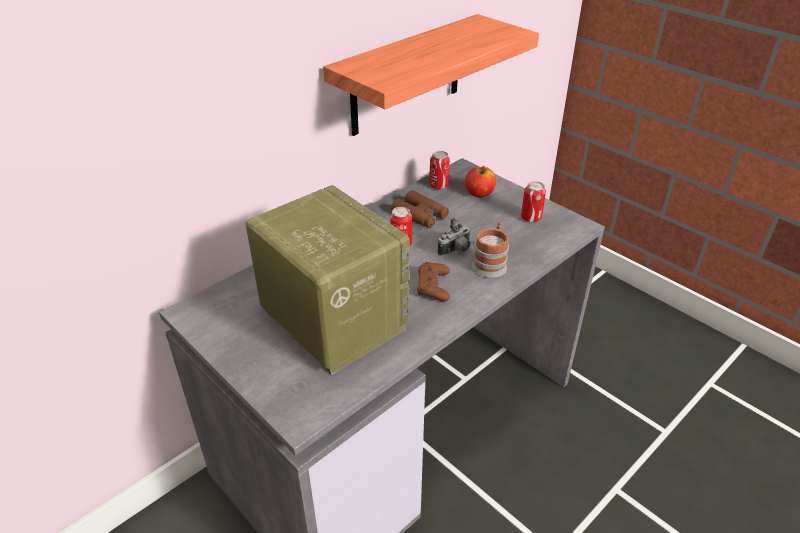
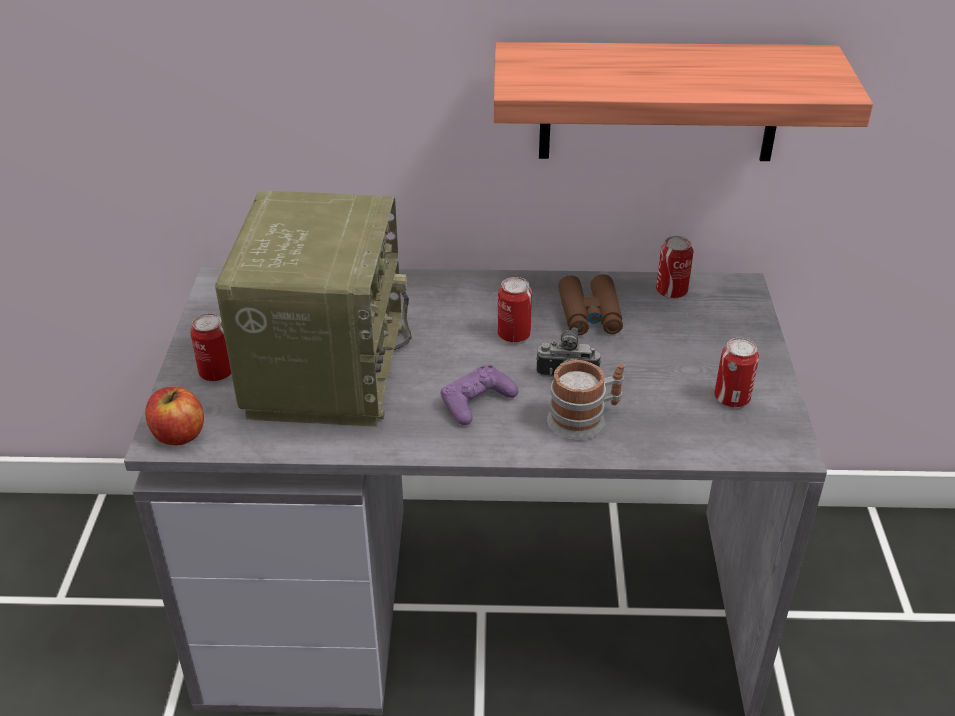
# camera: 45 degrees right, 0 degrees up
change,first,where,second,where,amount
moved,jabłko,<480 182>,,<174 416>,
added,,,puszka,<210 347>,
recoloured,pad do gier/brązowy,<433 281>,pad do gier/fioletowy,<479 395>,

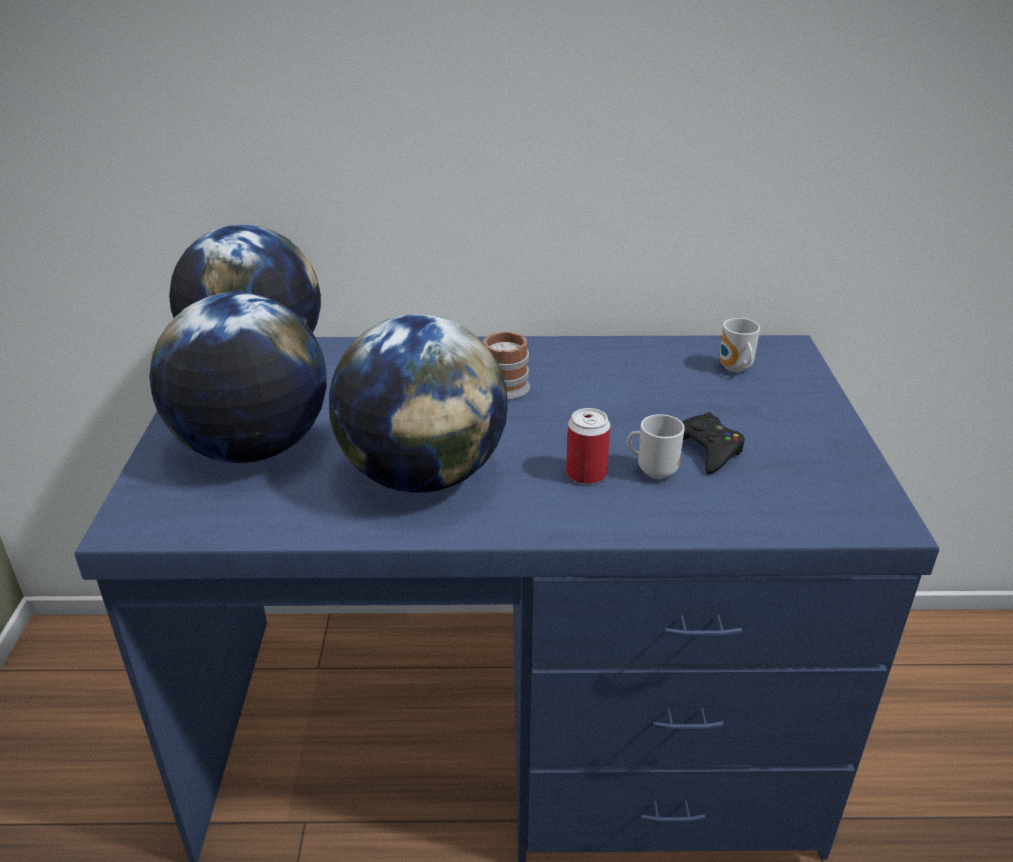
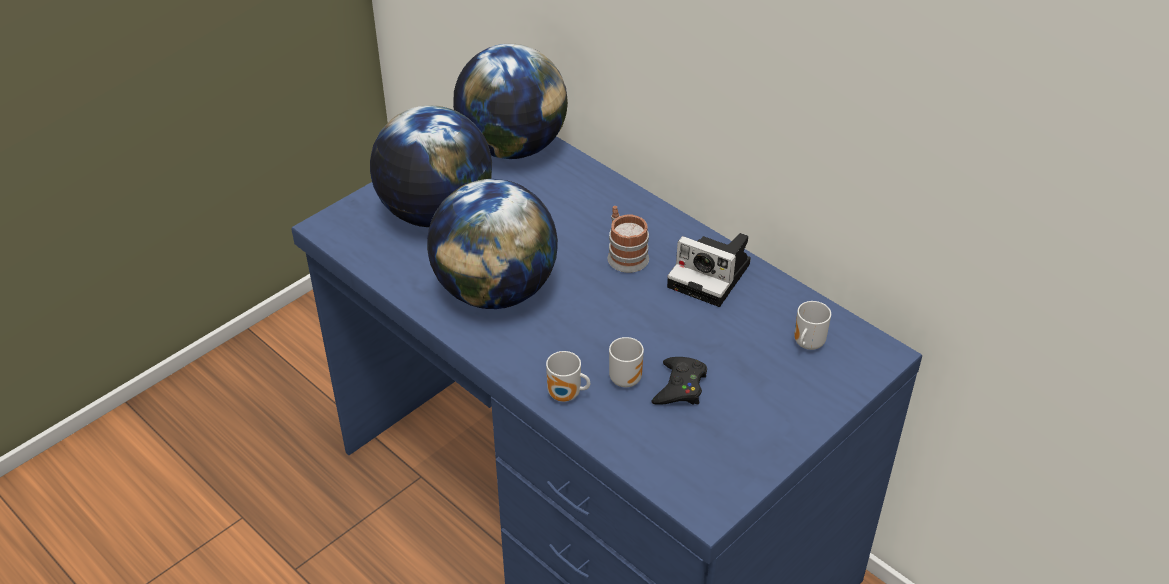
# camera: 45 degrees right, 10 degrees up
change,first,where,second,where,amount
added,,,kubek,<568 376>,
added,,,aparat fotograficzny,<709 270>,
removed,puszka,<588 446>,,,

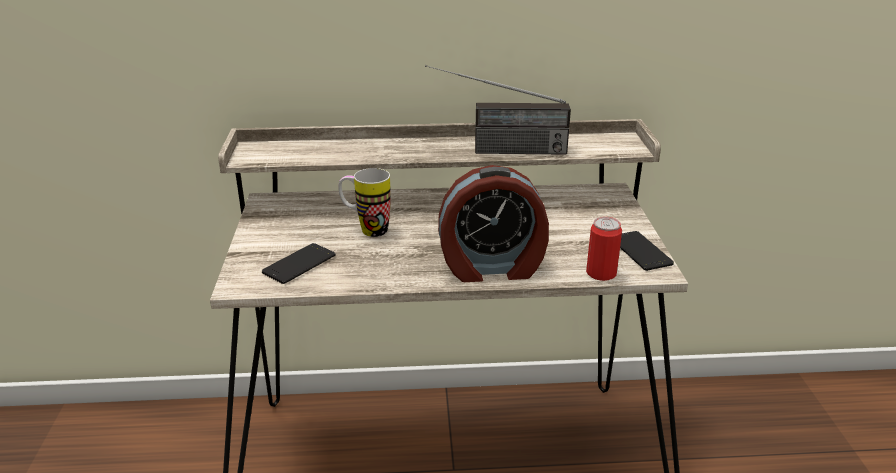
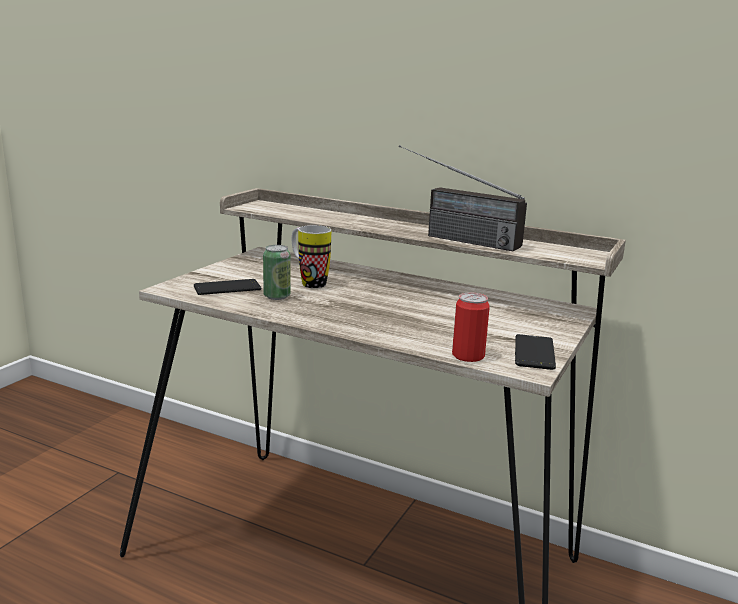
# camera: 30 degrees right, 10 degrees down
change,first,where,second,where,amount
added,,,puszka,<277 272>,
removed,budzik,<493 223>,,,

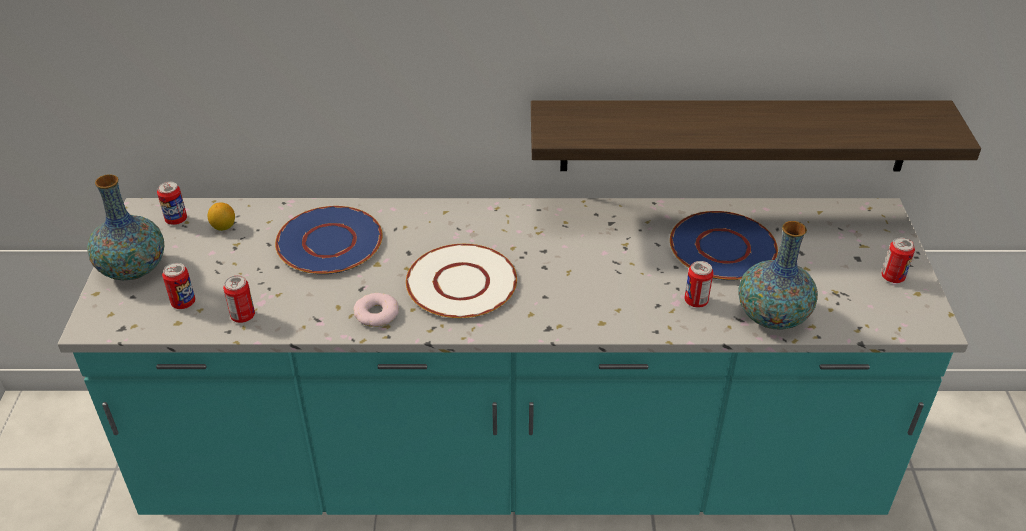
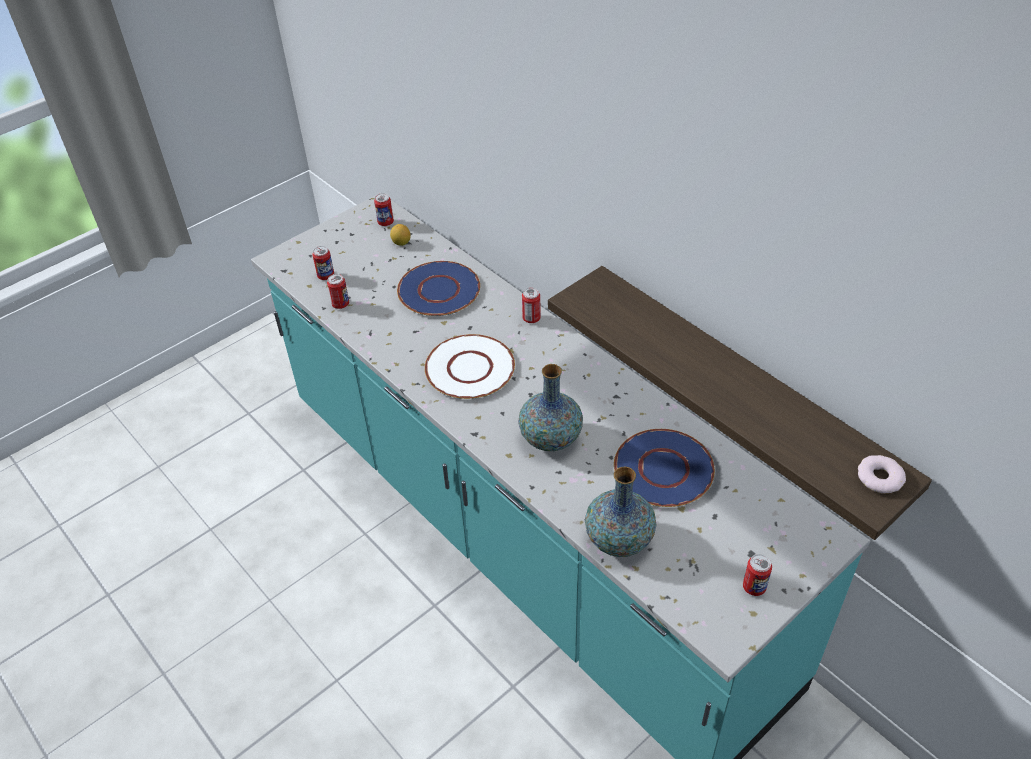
# camera: 50 degrees right, 5 degrees up
change,first,where,second,where,amount
moved,wazon,<125 227>,,<550 407>,
moved,puszka,<698 284>,,<531 305>,
moved,donut,<376 310>,,<882 474>,

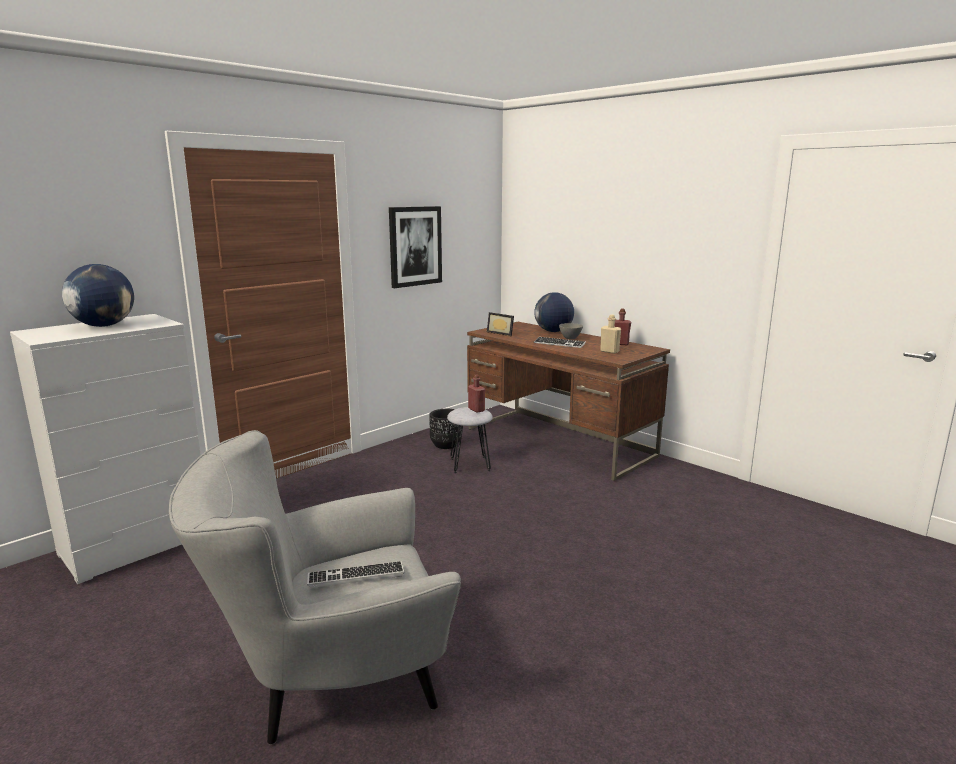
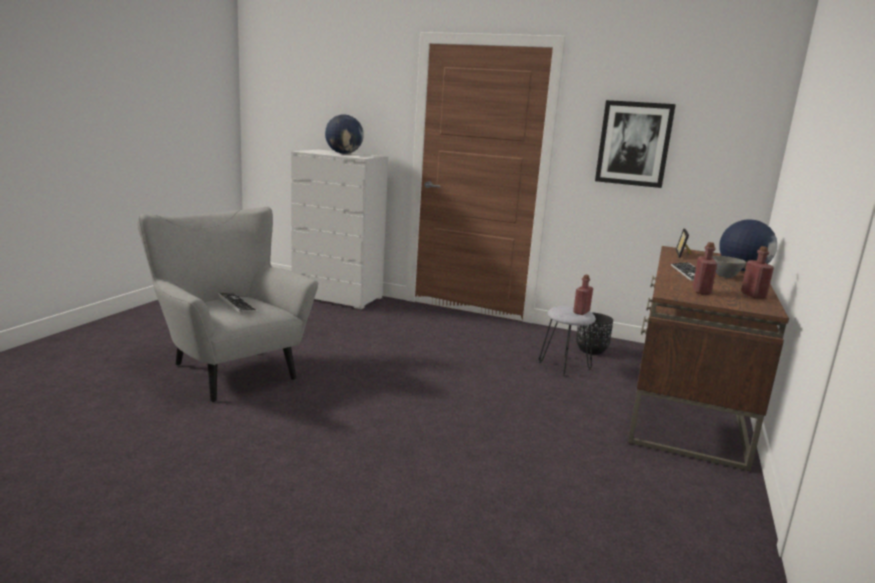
# camera: 65 degrees right, 0 degrees up
change,first,where,second,where,amount
recoloured,butelka/beżowy,<610 334>,butelka/czerwony,<705 268>,

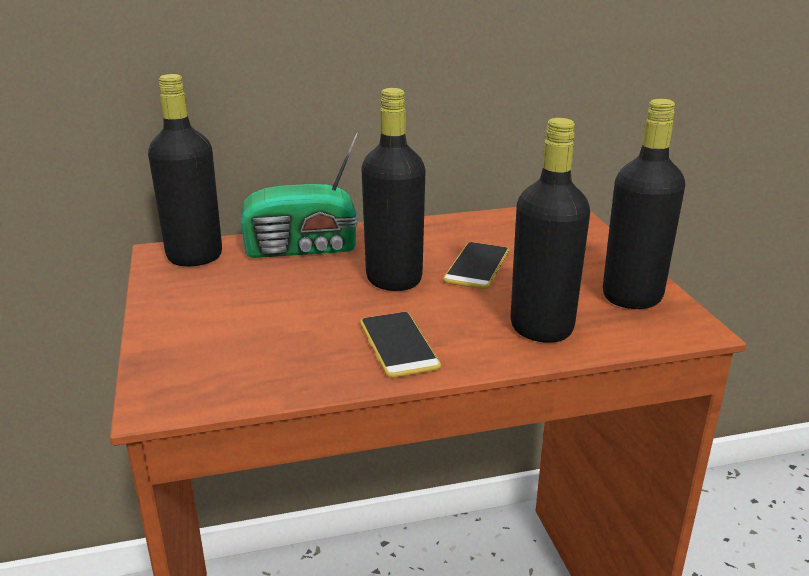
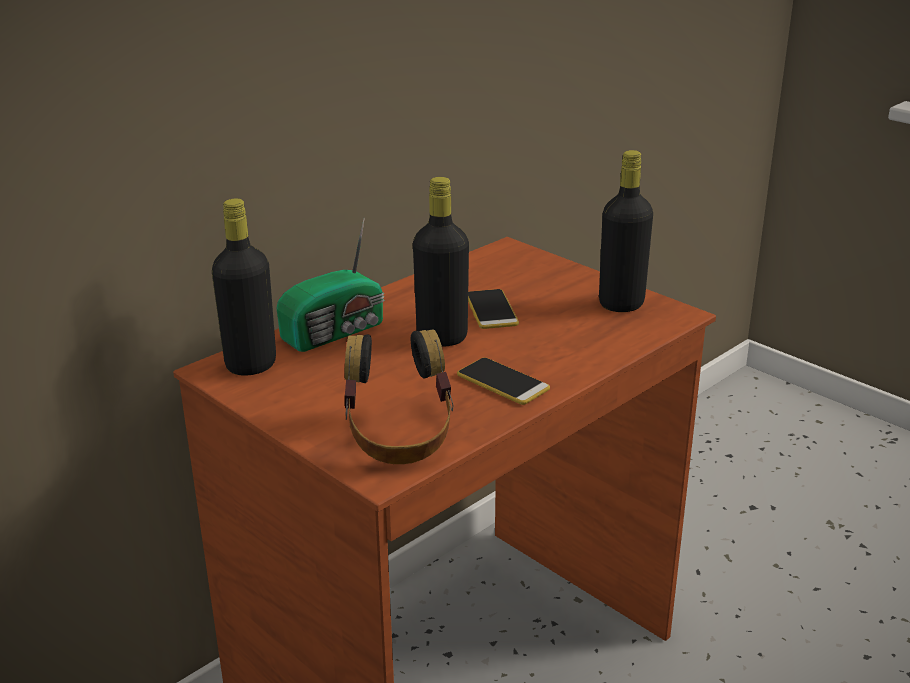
# camera: 30 degrees left, 0 degrees up
change,first,where,second,where,amount
added,,,słuchawki,<399 396>,
removed,butelka/czarny,<550 230>,,,

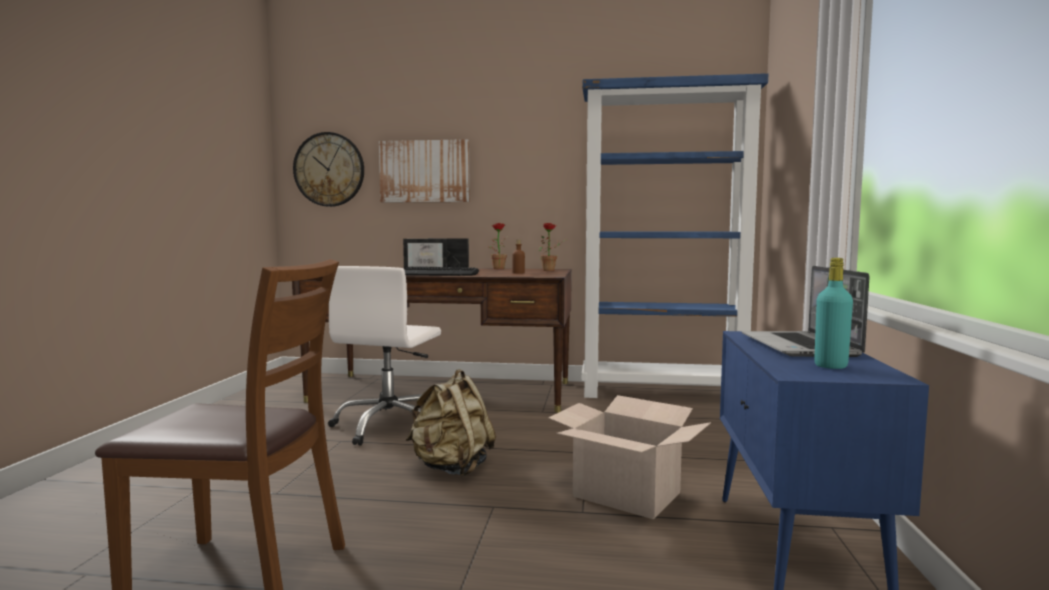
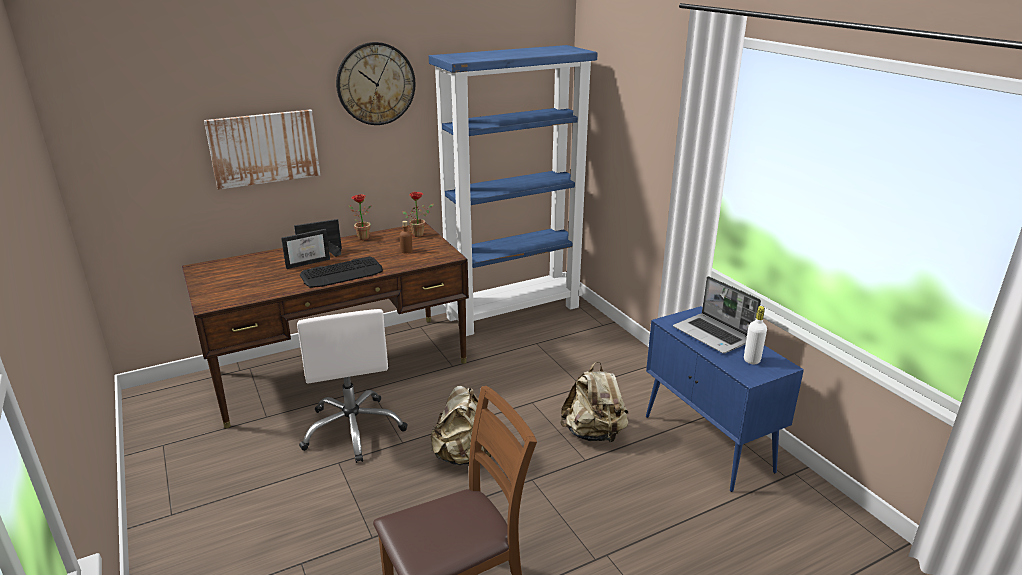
# camera: 35 degrees left, 20 degrees up
change,first,where,second,where,amount
moved,zegar ścienny,<328 169>,,<375 83>,
replaced,karton,<629 457>,plecak/beżowy,<594 402>,
recoloured,butelka/turkusowy,<833 313>,butelka/biały,<755 335>,

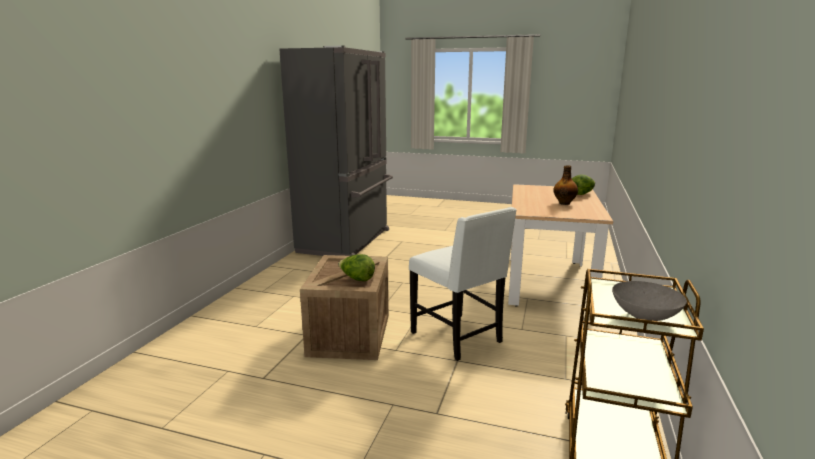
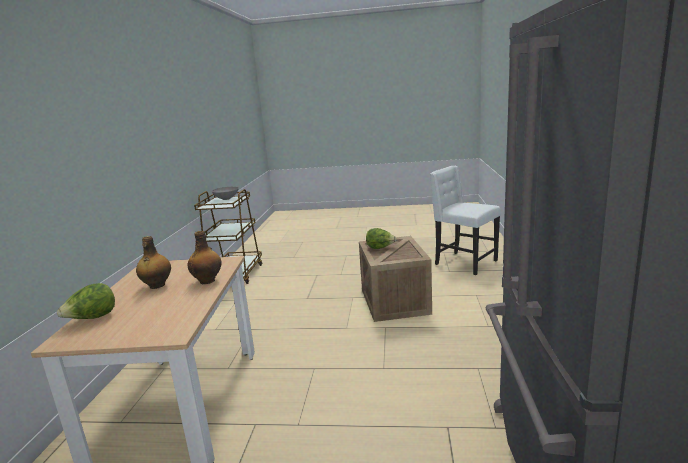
# camera: 170 degrees right, 0 degrees up
change,first,where,second,where,amount
added,,,butelka,<204 257>,
moved,krzesło/biały,<463 284>,,<465 220>,

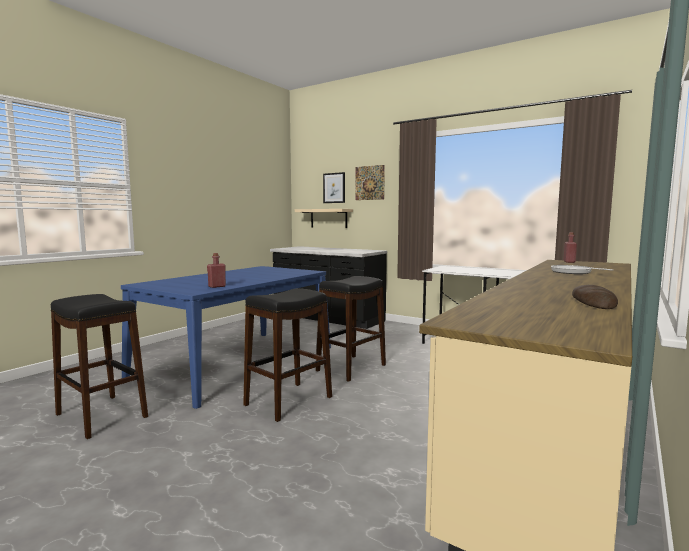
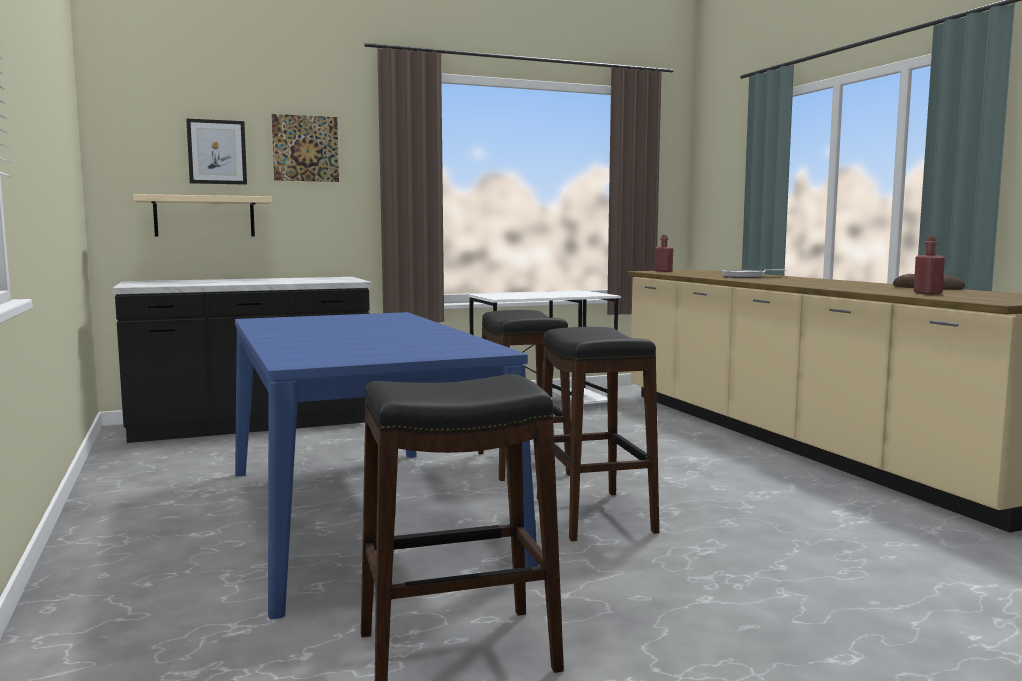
# camera: 55 degrees left, 0 degrees up
change,first,where,second,where,amount
moved,butelka/czerwony,<216 270>,,<929 265>,

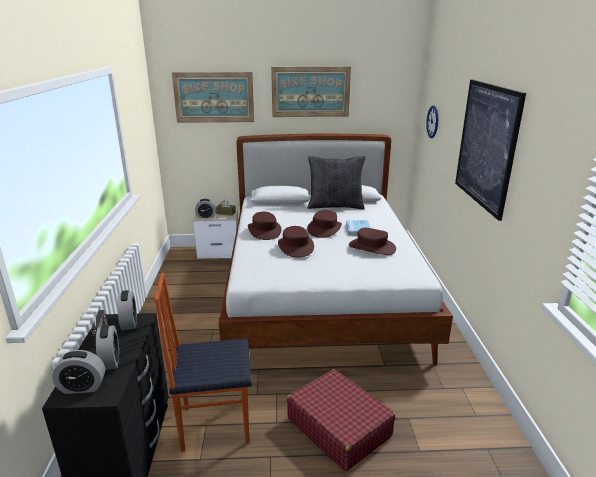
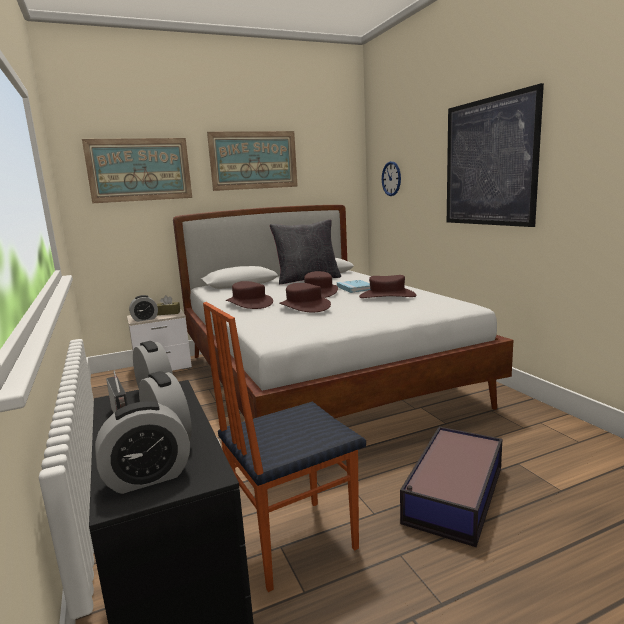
# camera: 20 degrees left, 10 degrees down
change,first,where,second,where,amount
replaced,walizka/czerwony,<341 420>,pojemnik do przechowywania,<451 487>,

